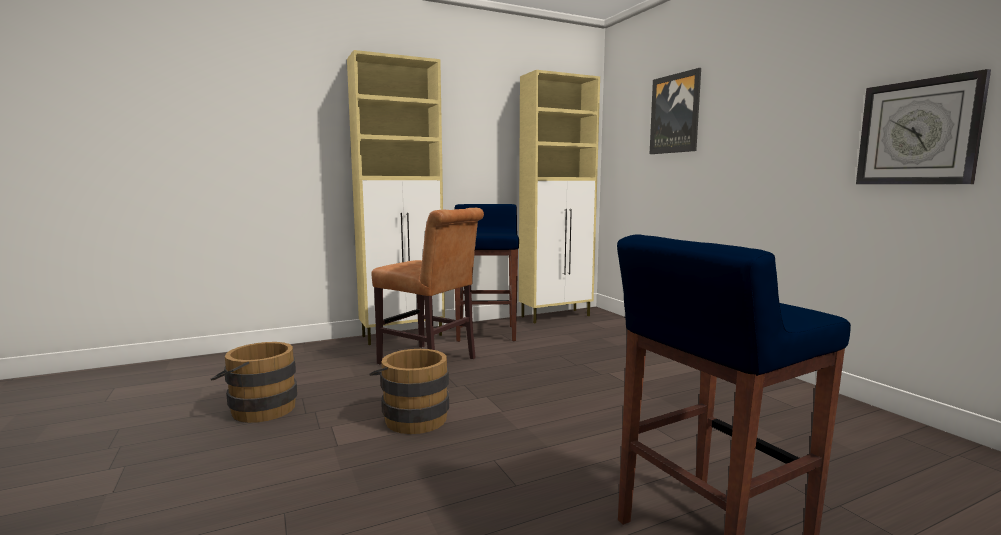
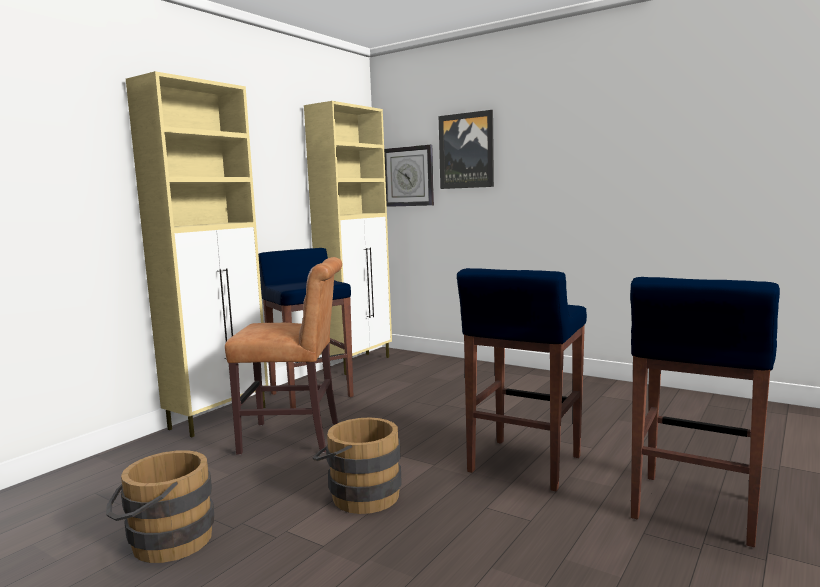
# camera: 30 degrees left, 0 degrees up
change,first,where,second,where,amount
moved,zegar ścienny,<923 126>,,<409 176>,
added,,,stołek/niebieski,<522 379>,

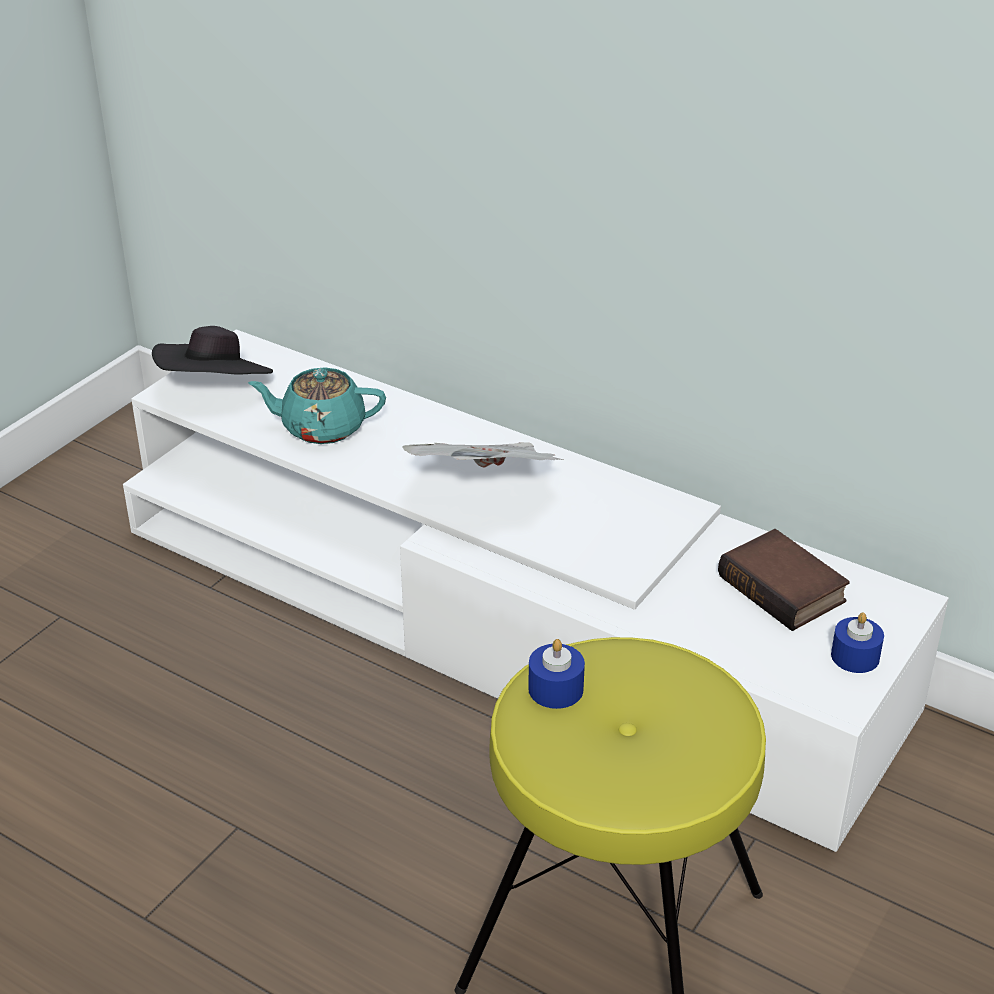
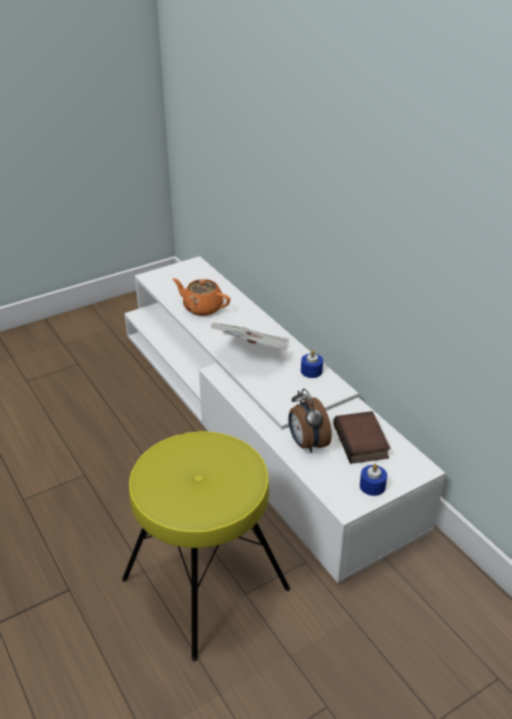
# camera: 25 degrees right, 0 degrees up
change,first,where,second,where,amount
recoloured,imbryk/turkusowy,<317 405>,imbryk/pomarańczowy,<201 297>,
added,,,budzik,<310 421>,
moved,świeca/niebieski,<556 674>,,<312 364>,
removed,kapelusz/czarny,<212 350>,,,

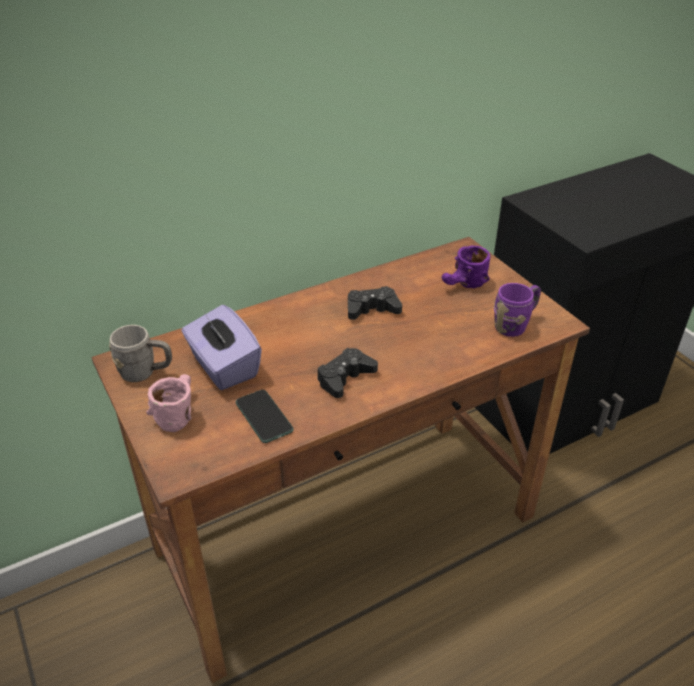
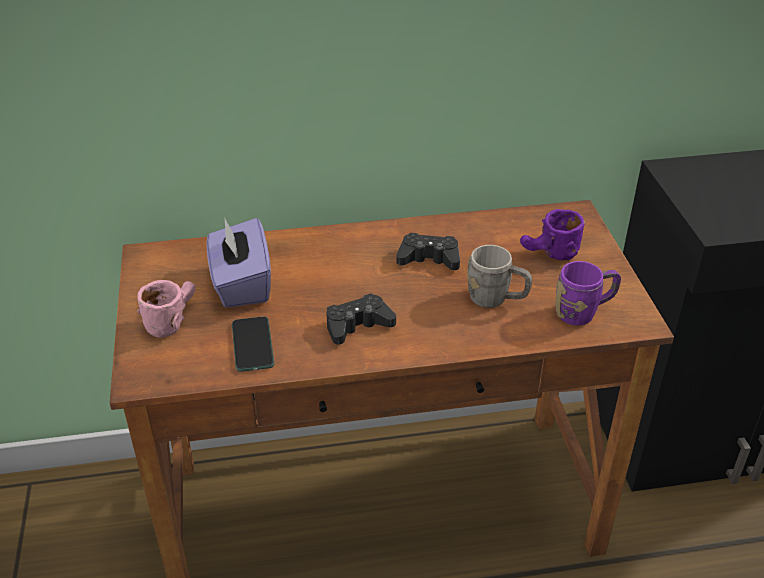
# camera: 20 degrees right, 0 degrees up
change,first,where,second,where,amount
moved,kubek/szary,<140 353>,,<499 276>,

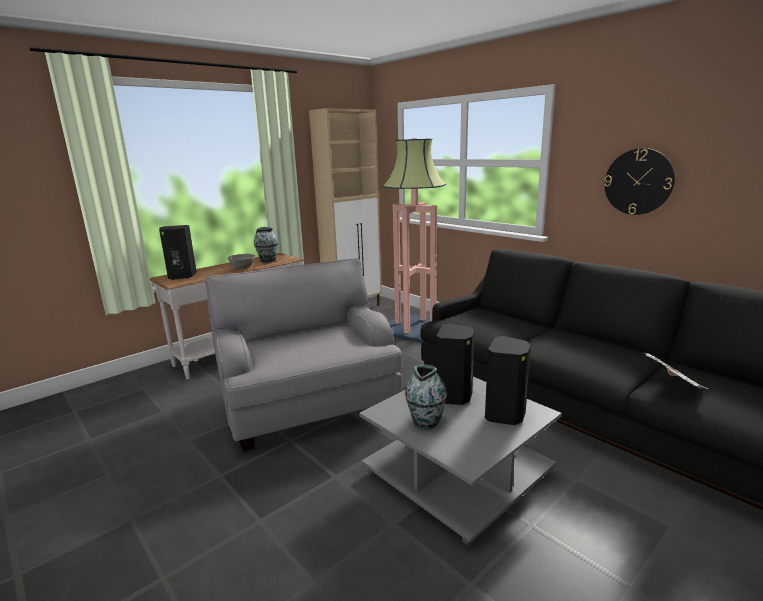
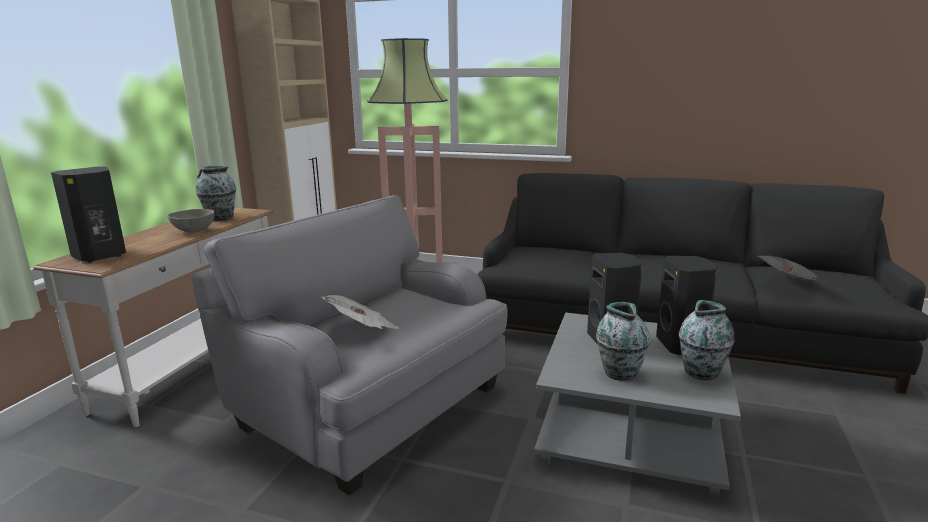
# camera: 30 degrees left, 0 degrees up
change,first,where,second,where,amount
added,,,gazeta,<360 312>,
added,,,wazon,<706 340>,
removed,zegar ścienny,<639 181>,,,

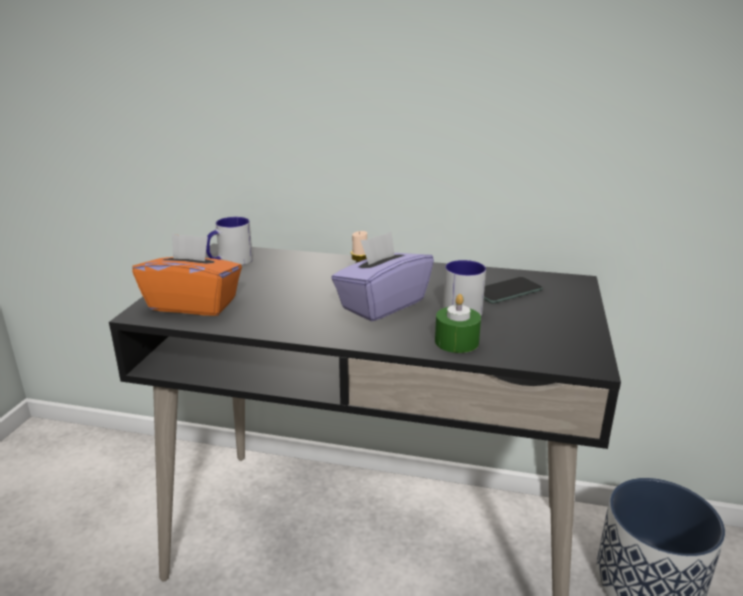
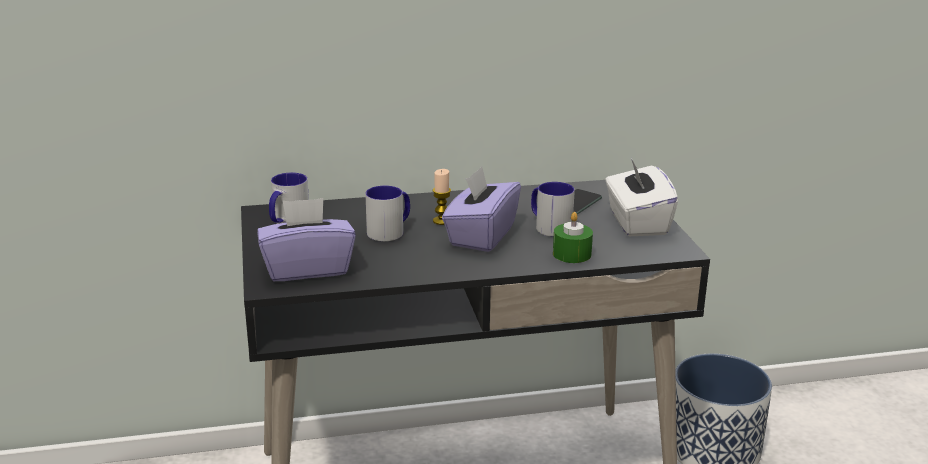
# camera: 25 degrees left, 0 degrees up
change,first,where,second,where,amount
recoloured,pudełko chusteczek/pomarańczowy,<187 274>,pudełko chusteczek/fioletowy,<306 239>,
added,,,kubek,<387 213>,
added,,,pudełko chusteczek/biały,<641 197>,

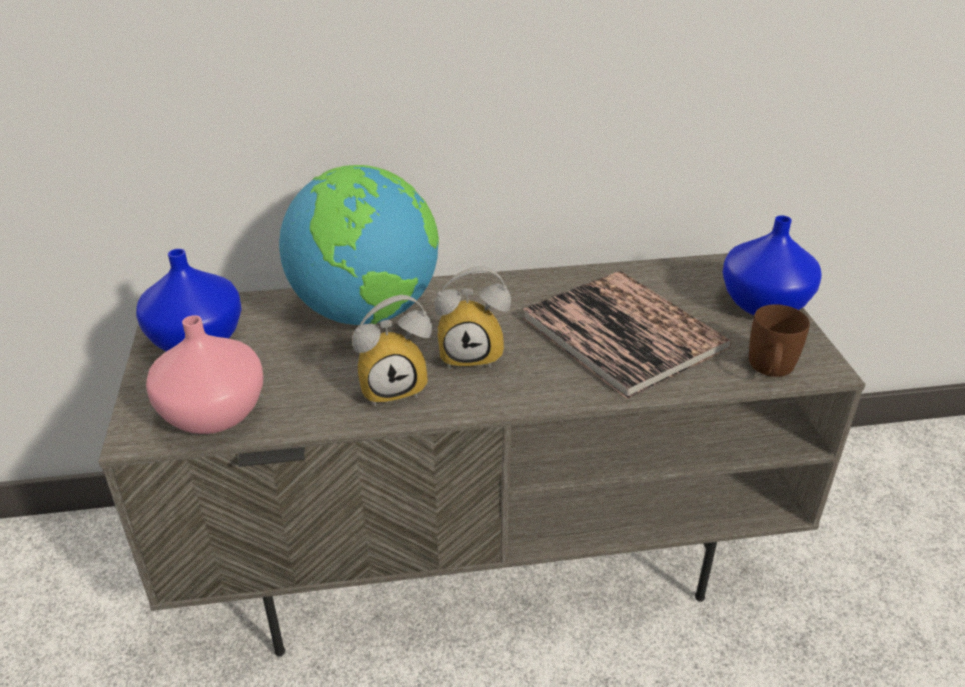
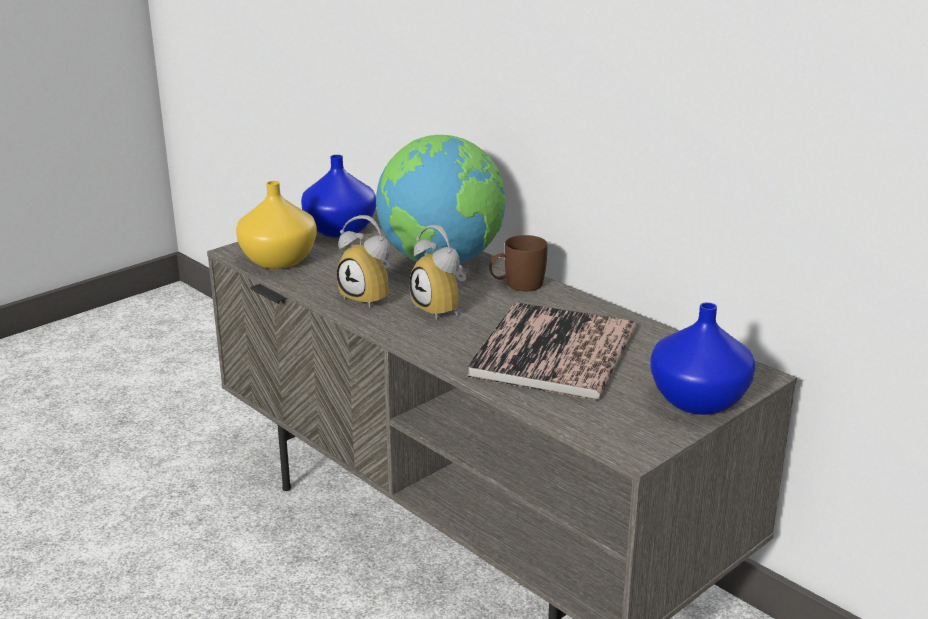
# camera: 55 degrees right, 10 degrees down
change,first,where,second,where,amount
recoloured,wazon/różowy,<205 374>,wazon/żółty,<276 225>,
moved,kubek/brązowy,<779 340>,,<518 263>,

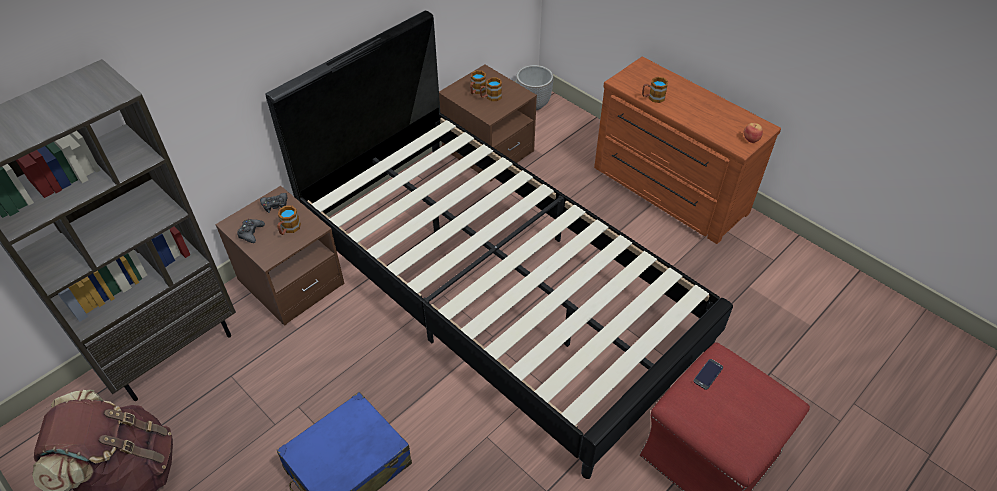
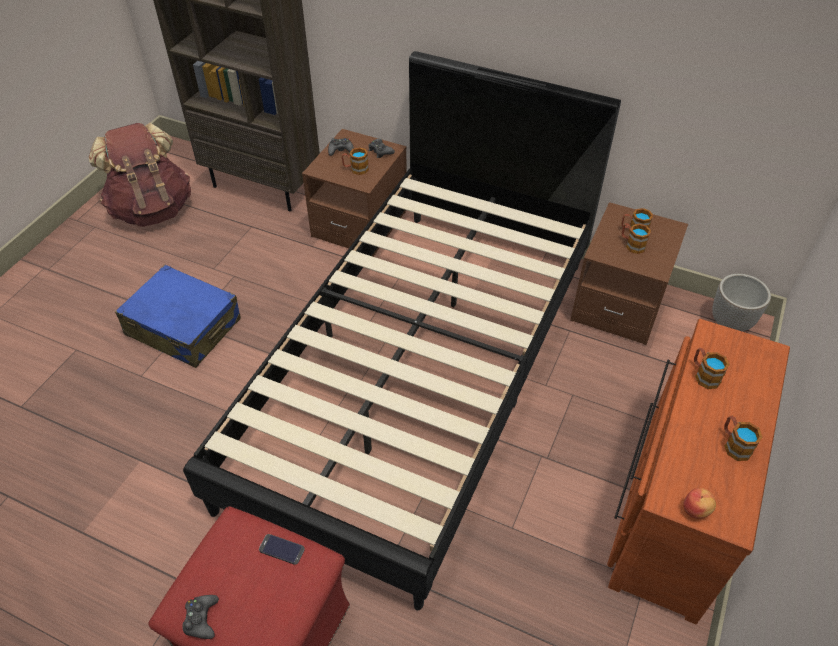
# camera: 70 degrees right, 0 degrees up
change,first,where,second,where,amount
added,,,pad do gier/czarny,<200 617>,
added,,,kubek,<743 438>,

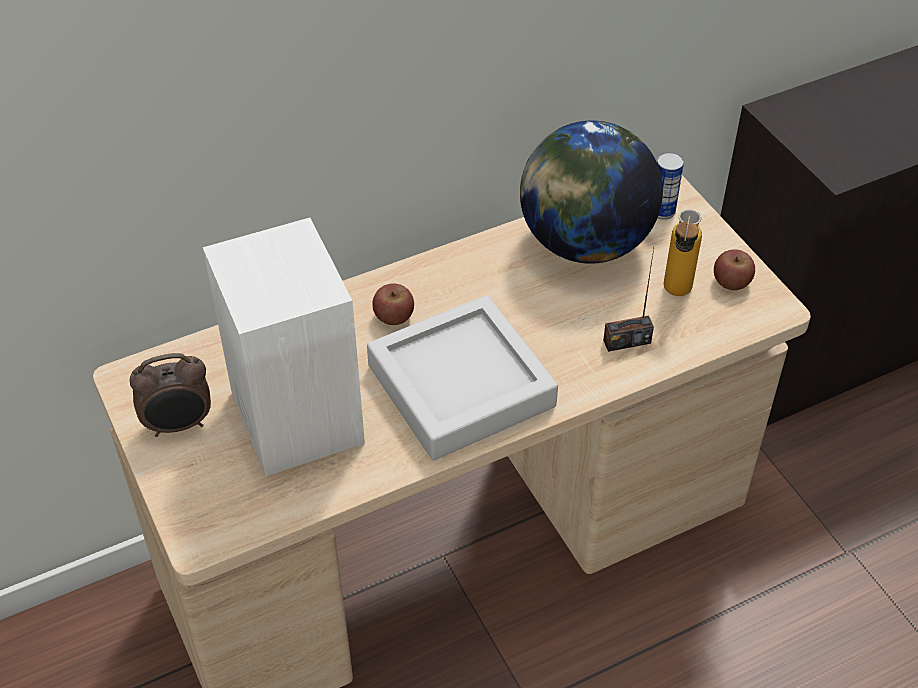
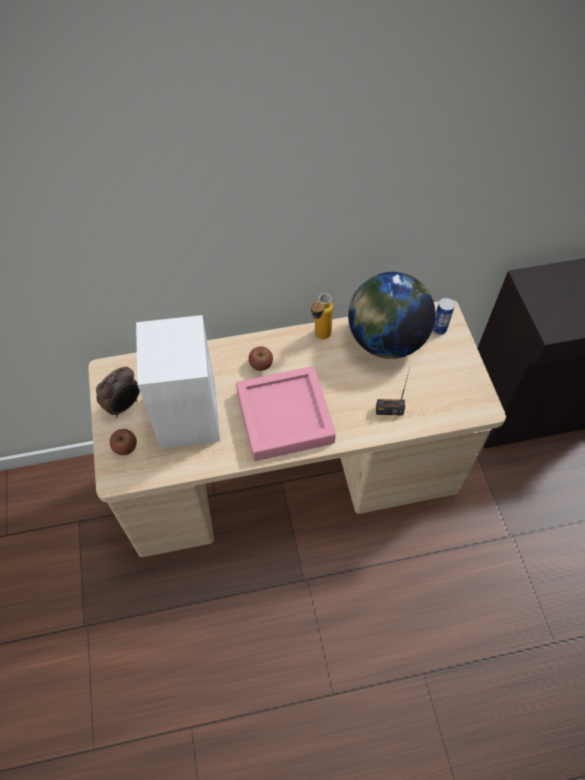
# camera: 15 degrees right, 10 degrees up
change,first,where,second,where,amount
turned,budzik,<170 395>,,<118 391>,45 degrees counterclockwise
moved,jabłko,<734 269>,,<123 442>,
recoloured,taca/szary,<462 377>,taca/różowy,<286 413>,
moved,butelka,<683 252>,,<322 316>,

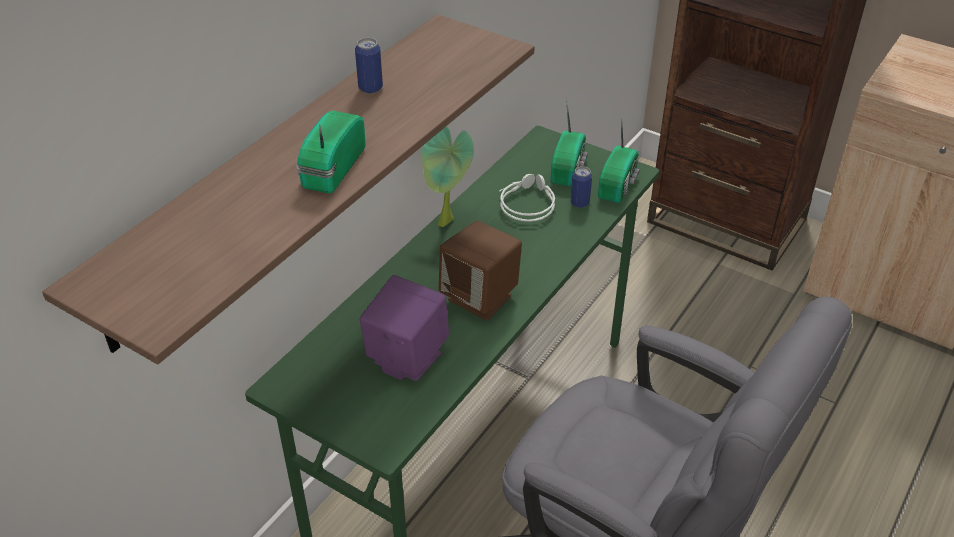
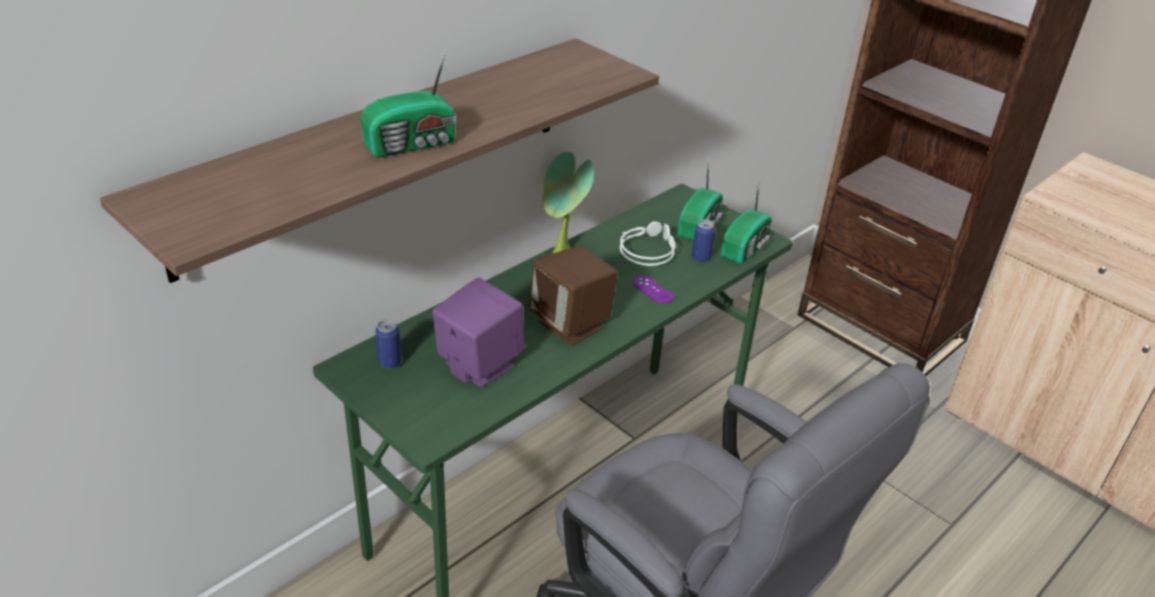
# camera: 10 degrees right, 5 degrees down
change,first,where,second,where,amount
turned,radio,<331 152>,,<409 102>,150 degrees counterclockwise
moved,puszka,<369 65>,,<388 344>,
added,,,pad do gier/fioletowy,<653 289>,

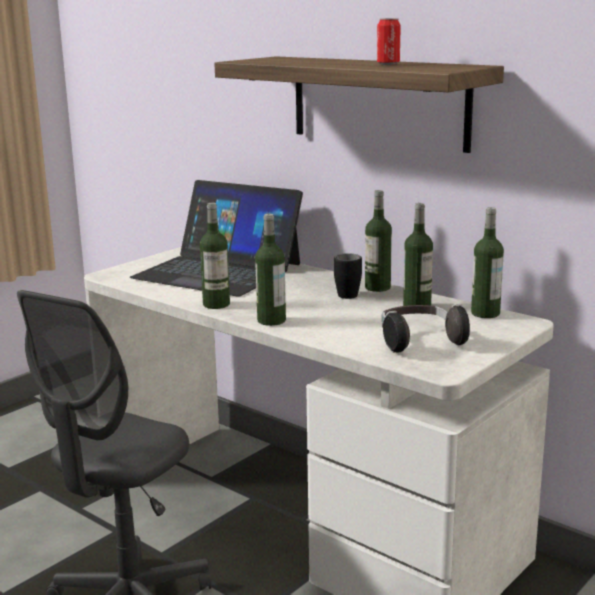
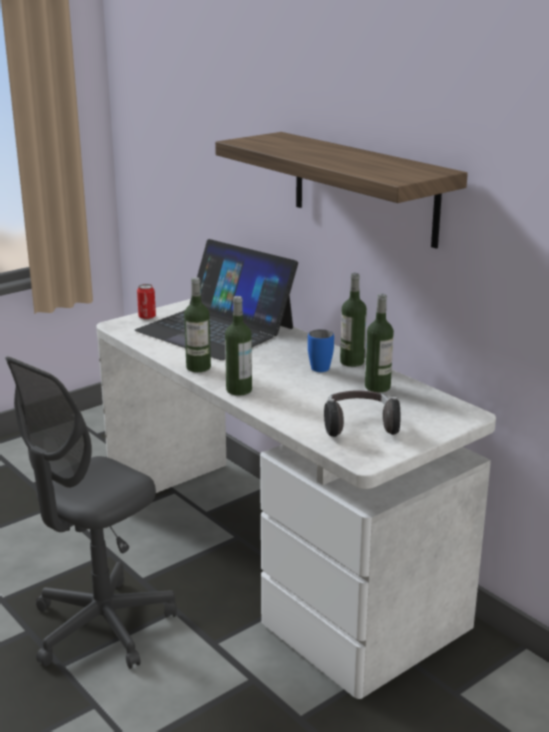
# camera: 10 degrees right, 5 degrees up
change,first,where,second,where,amount
moved,puszka,<389 41>,,<146 302>,
recoloured,kubek/czarny,<348 276>,kubek/niebieski,<321 350>,
removed,butelka,<487 262>,,,

